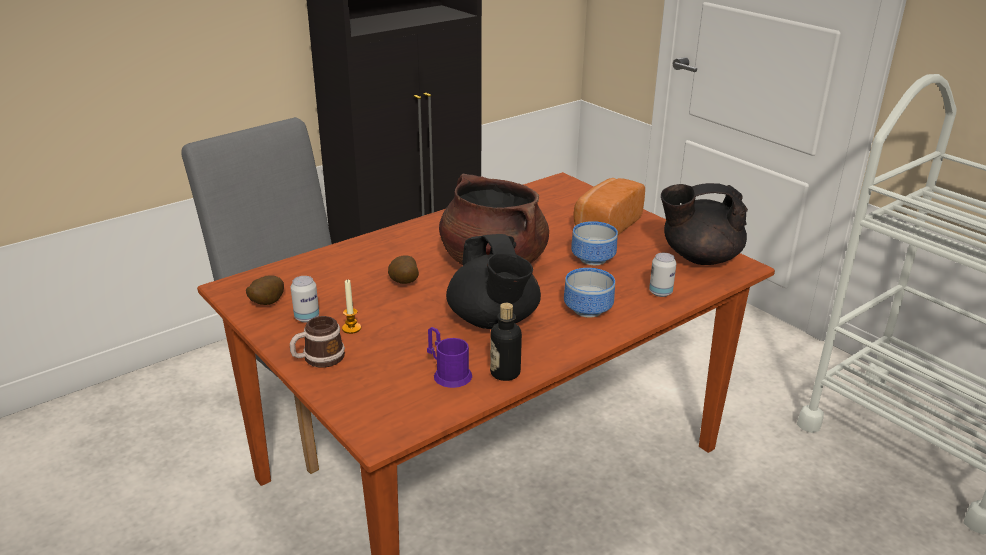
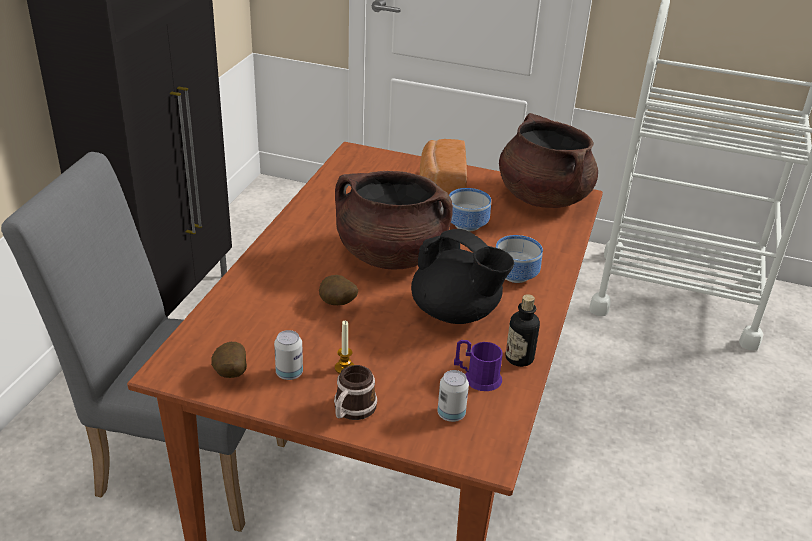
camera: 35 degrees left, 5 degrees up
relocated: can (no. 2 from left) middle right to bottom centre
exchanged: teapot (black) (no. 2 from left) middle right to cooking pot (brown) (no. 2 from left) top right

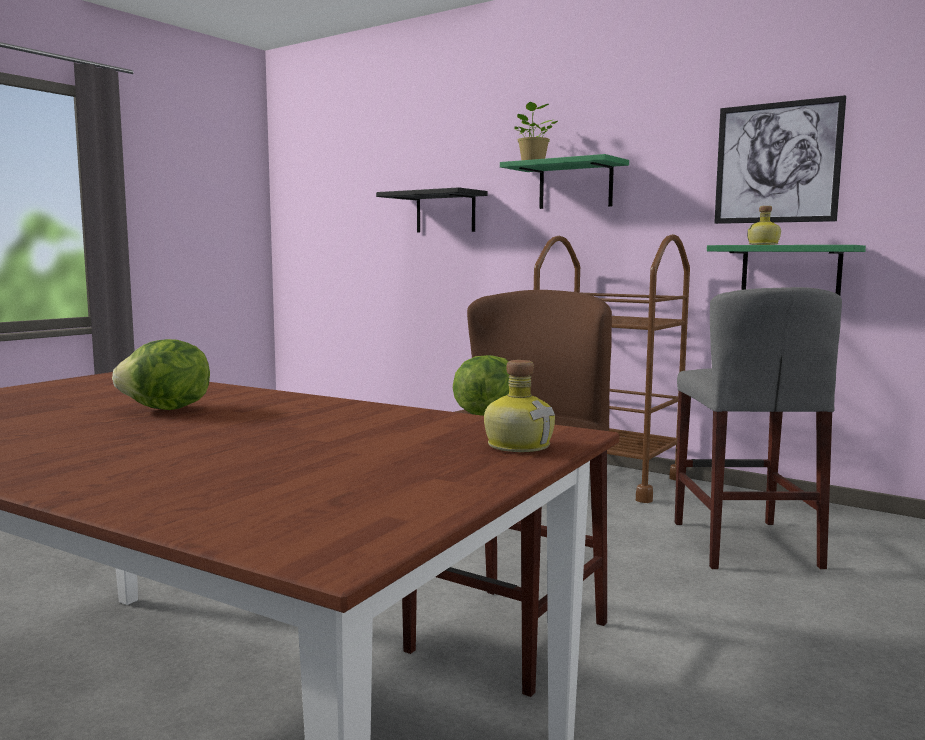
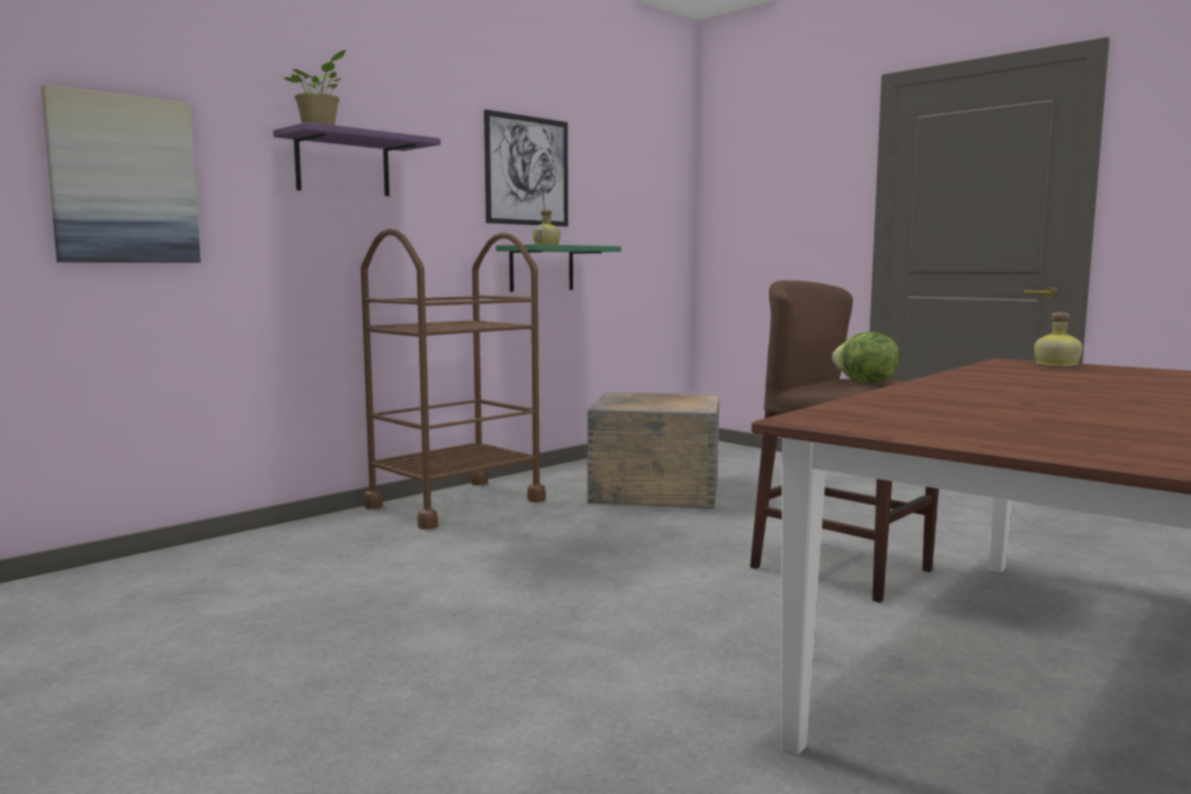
camera: 80 degrees left, 0 degrees up
missing: lettuce (no. 1 from left) middle left
exchanged: shelf (black) top centre to picture (no. 1 from left) top left; stool (grey) middle right to crate centre
colour: shelf (green) (no. 1 from left) top centre to shelf (purple) top left

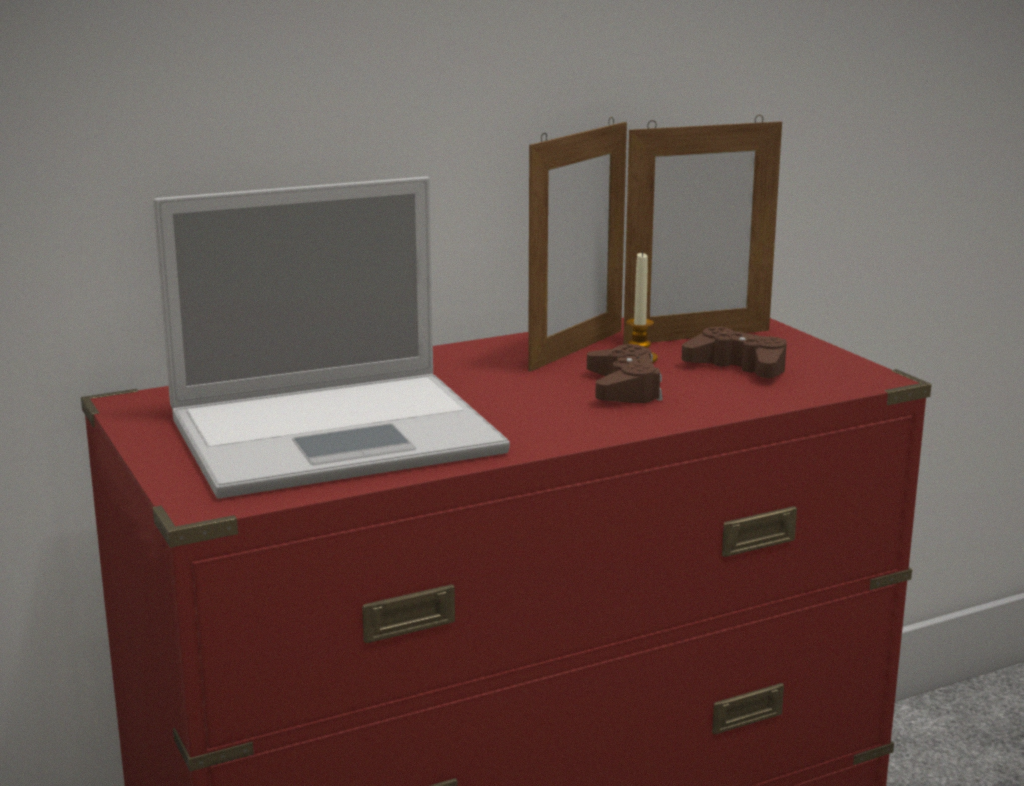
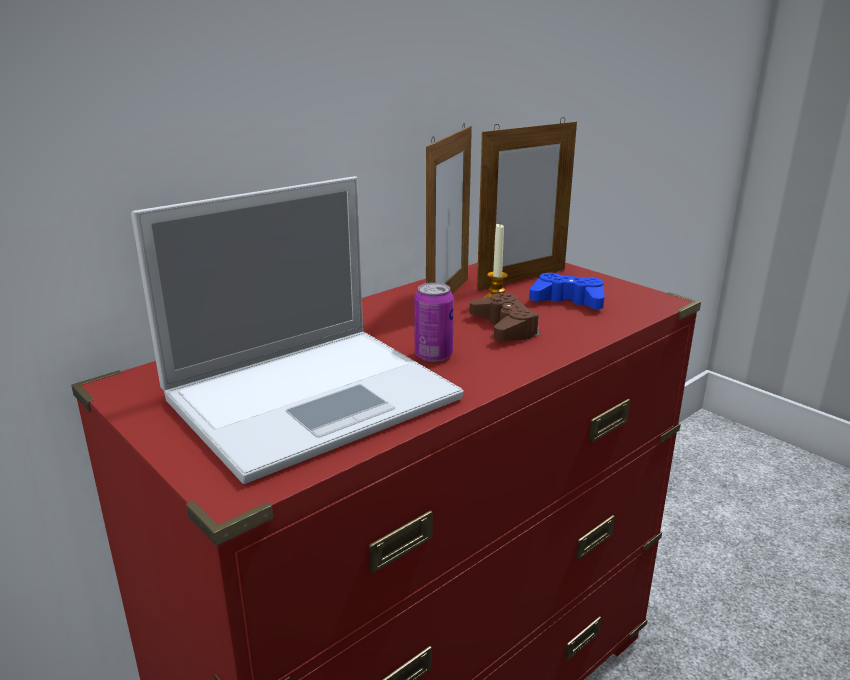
camera: 15 degrees left, 5 degrees up
appeared: can centre
colour: game controller (brown) (no. 2 from left) middle right to game controller (blue) centre

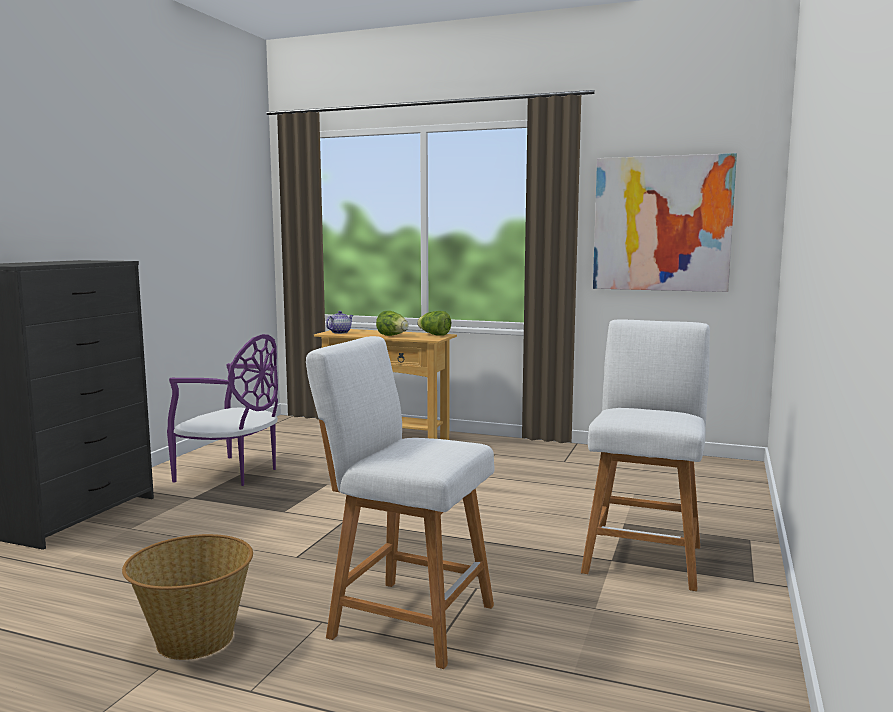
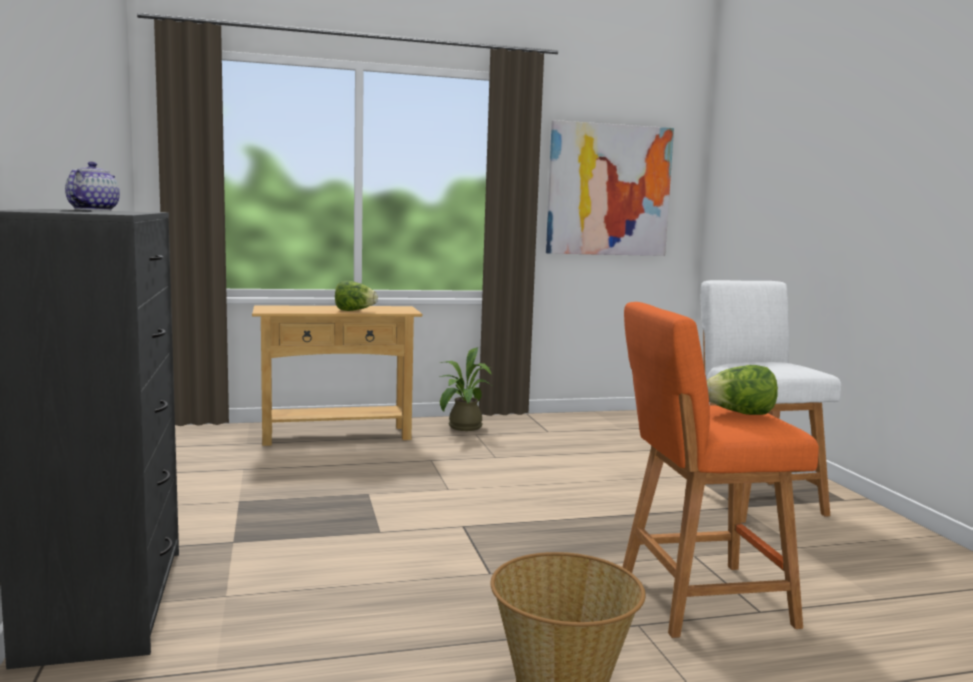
camera: 35 degrees left, 0 degrees up
missing: chair (purple) middle left
appeared: potted plant centre
relocated: teapot centre to top left; lettuce (no. 2 from left) centre to middle right
colour: stool (white) (no. 1 from left) bottom centre to stool (orange) bottom right

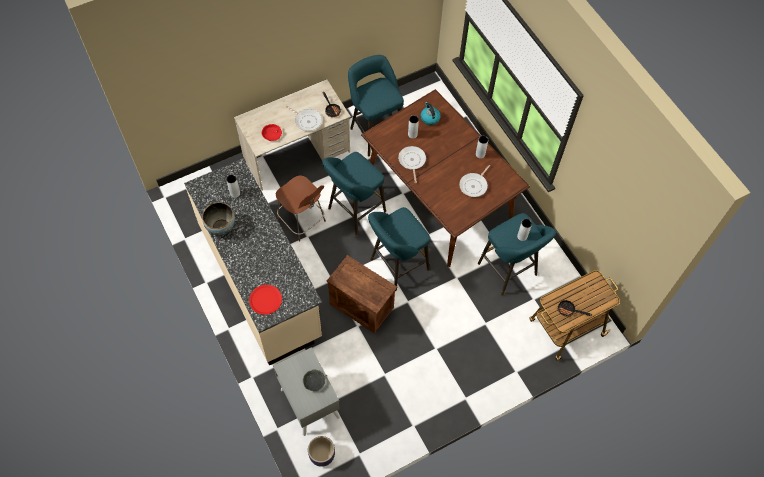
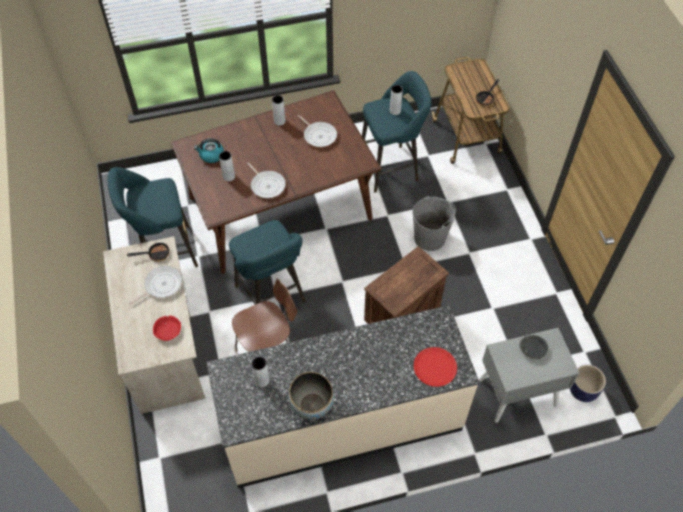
camera: 75 degrees left, 5 degrees down
missing: stool (turquoise) (no. 3 from left) centre
appeared: bucket (grey) centre
spun: frying pan (no. 3 from left) centre = centre 135 degrees counterclockwise

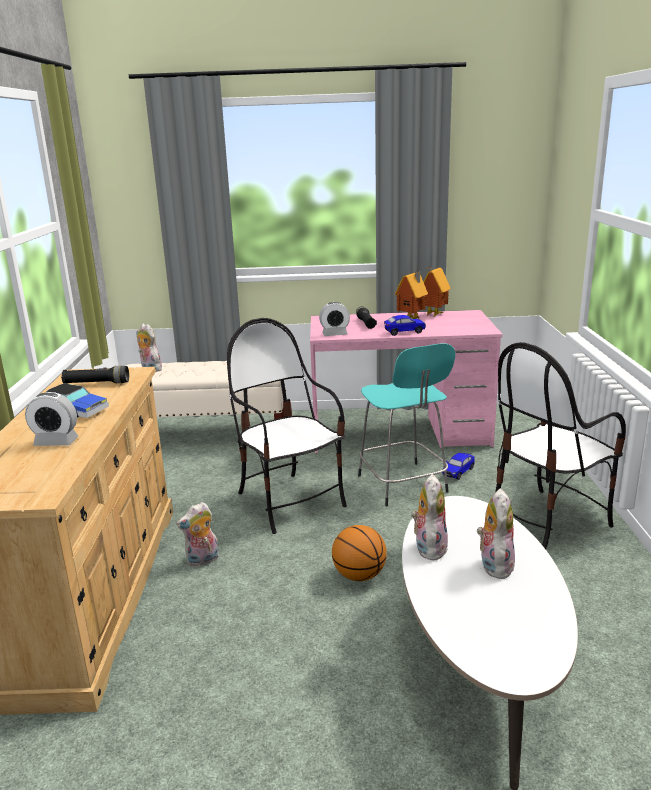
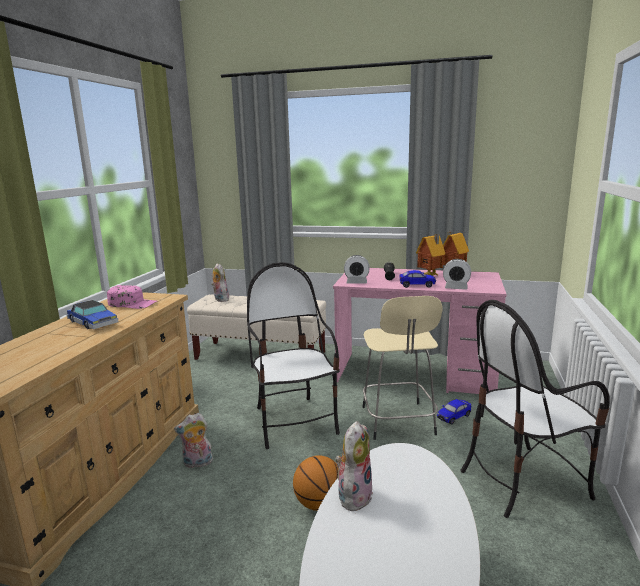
camera: 15 degrees right, 5 degrees down
missing: plush toy (no. 4 from left) bottom right
relocated: alarm clock (no. 1 from left in the first image) middle left to alarm clock (no. 2 from left) middle right
exchanged: flashlight (black) (no. 1 from left) middle left to cap (pink) middle left
colour: stool (turquoise) centre to stool (beige) centre

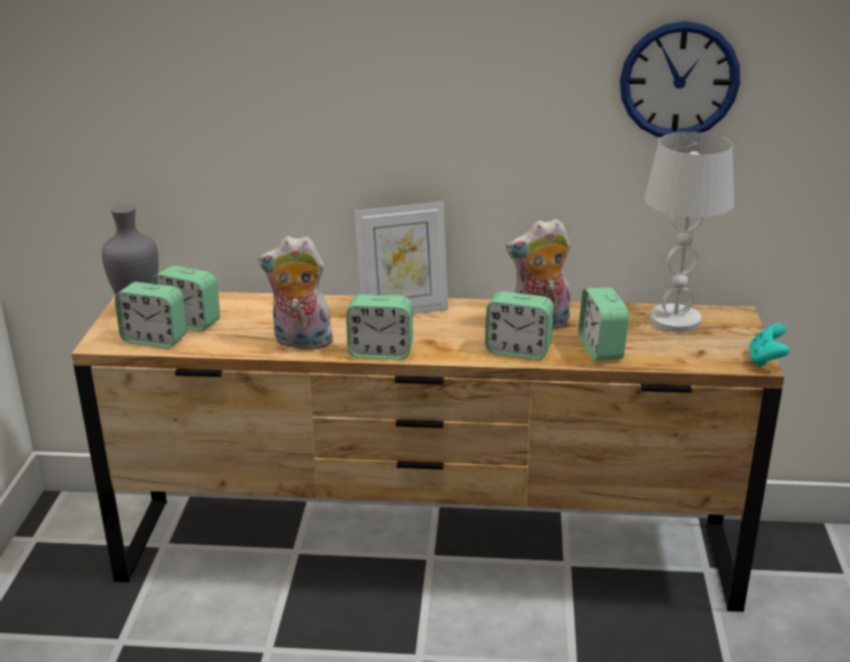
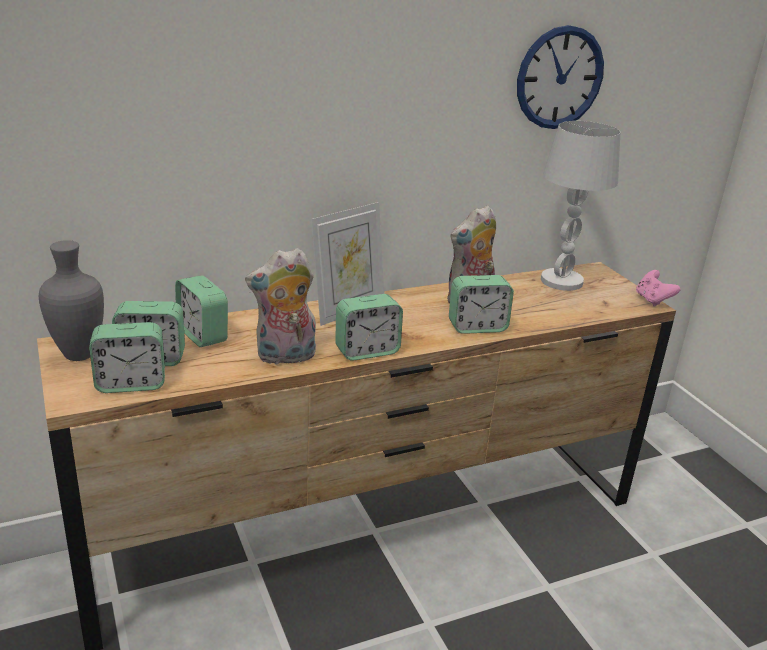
camera: 30 degrees left, 0 degrees up
relocated: alarm clock (no. 5 from left in the first image) middle right to alarm clock (no. 3 from left) middle left
colour: game controller (turquoise) middle right to game controller (pink) middle right

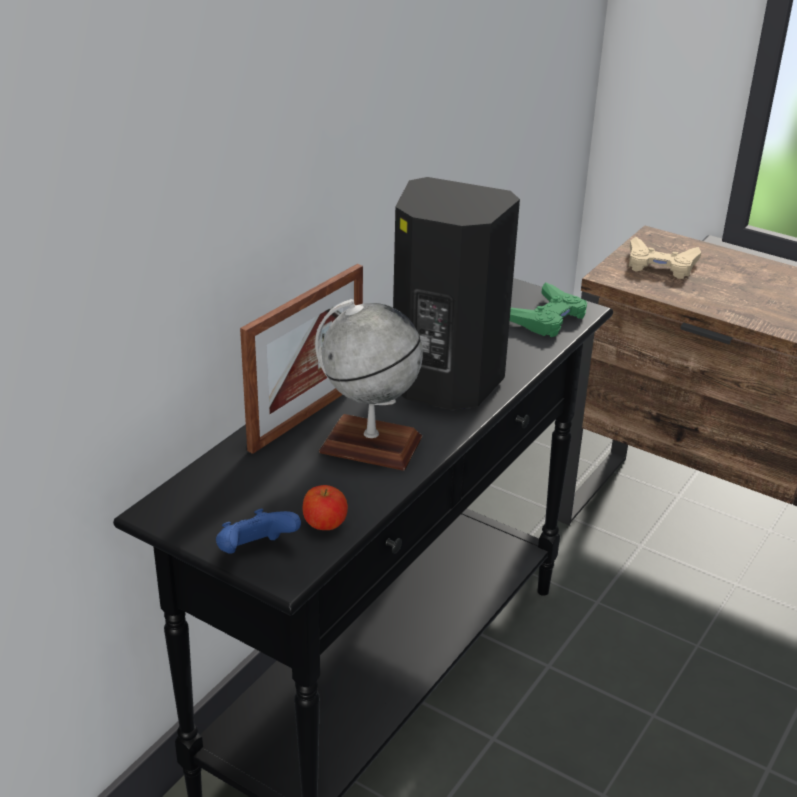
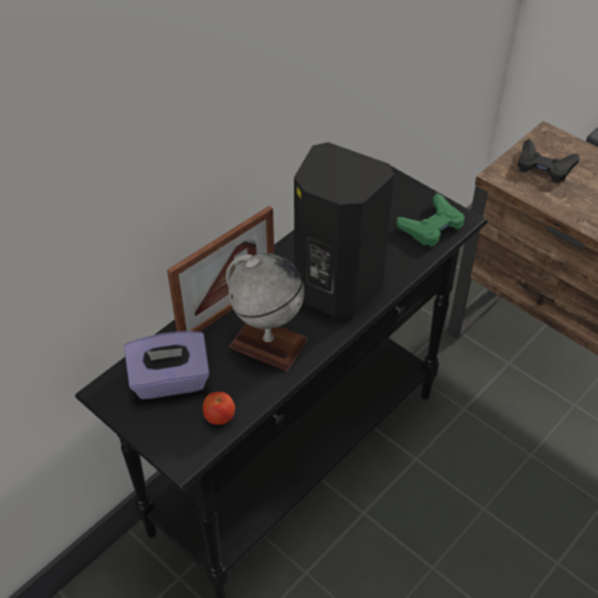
camera: 10 degrees right, 15 degrees up
missing: game controller (blue) middle left
appeared: tissue box (purple) middle left
colour: game controller (beige) top right to game controller (black) top right

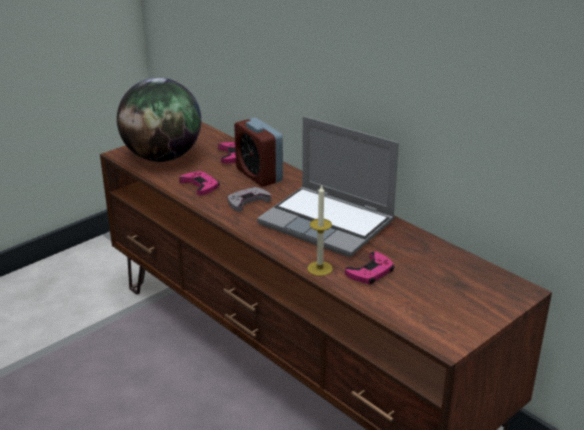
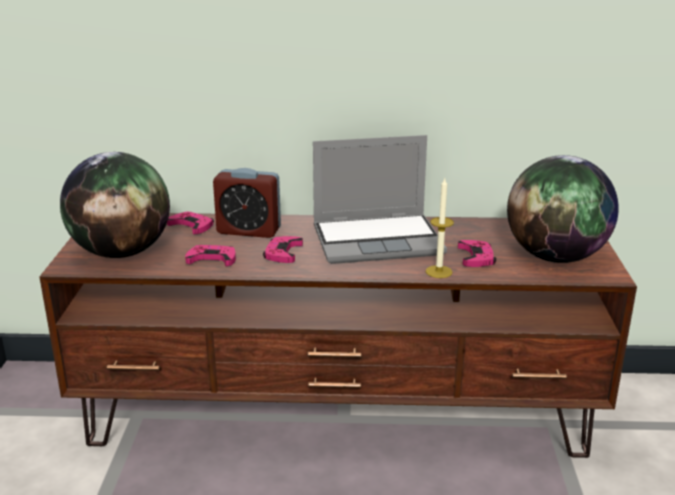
camera: 45 degrees left, 5 degrees down
appeared: globe (no. 2 from left) middle right
colour: game controller (grey) centre to game controller (pink) (no. 3 from left) centre

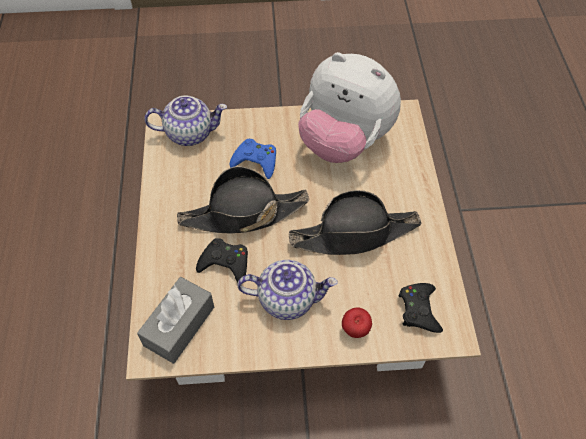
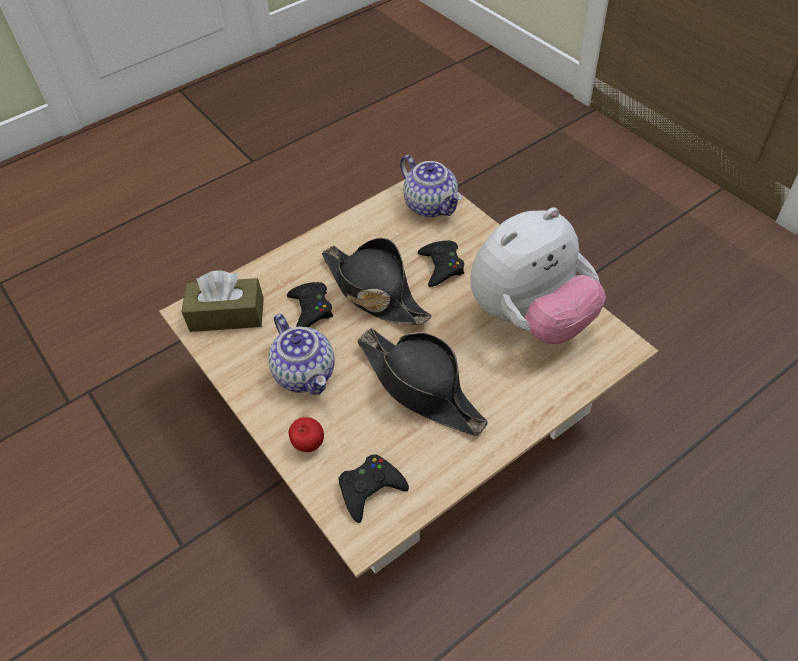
camera: 60 degrees right, 5 degrees down
colour: tissue box (grey) bottom left to tissue box (brown) middle left; game controller (blue) centre to game controller (black) (no. 3 from left) centre
spun: plush toy top centre = middle right 120 degrees counterclockwise

